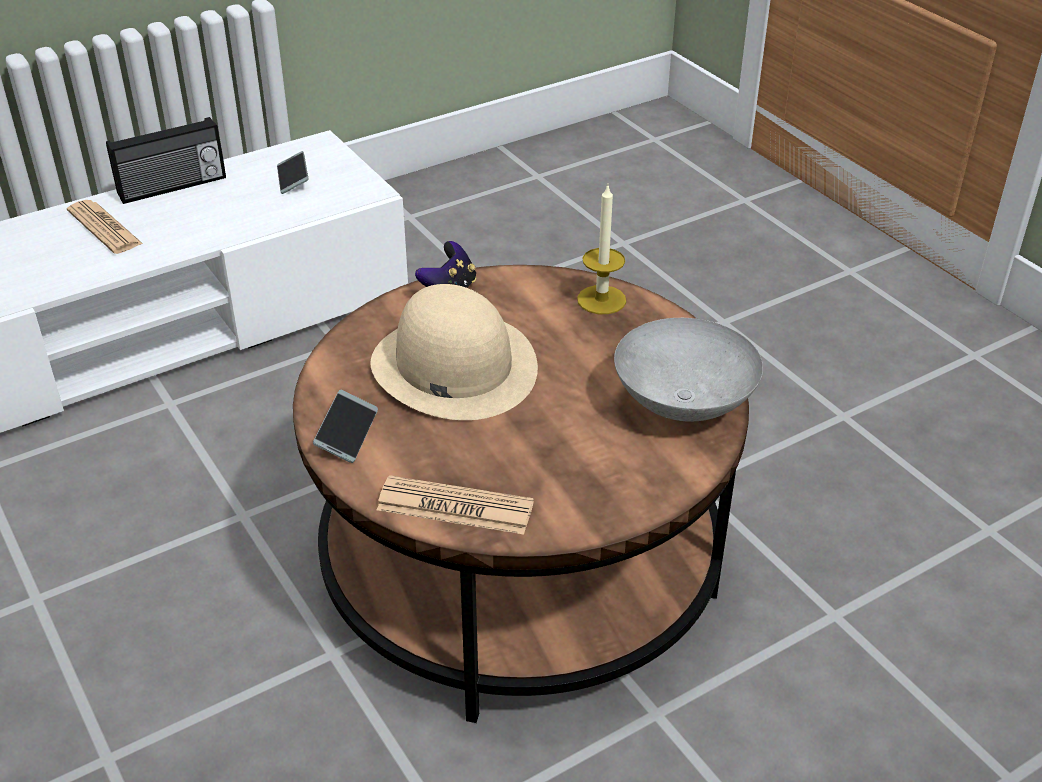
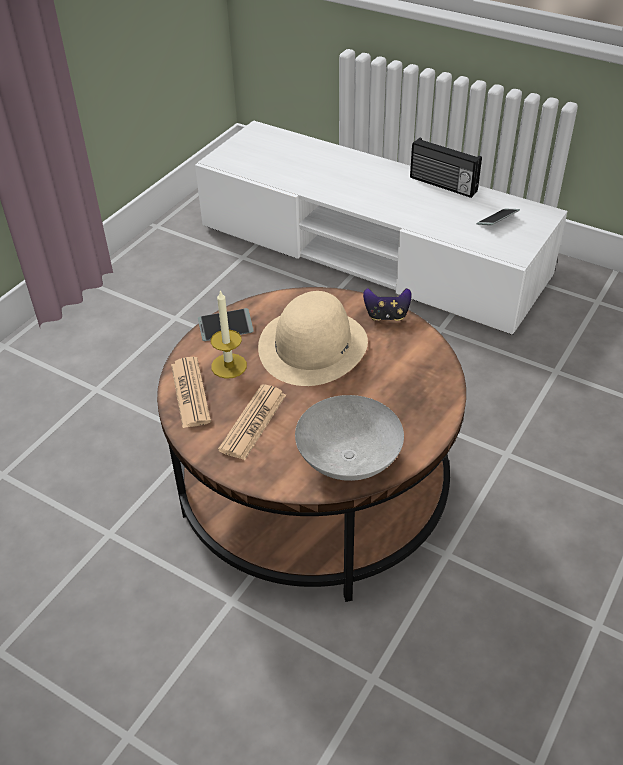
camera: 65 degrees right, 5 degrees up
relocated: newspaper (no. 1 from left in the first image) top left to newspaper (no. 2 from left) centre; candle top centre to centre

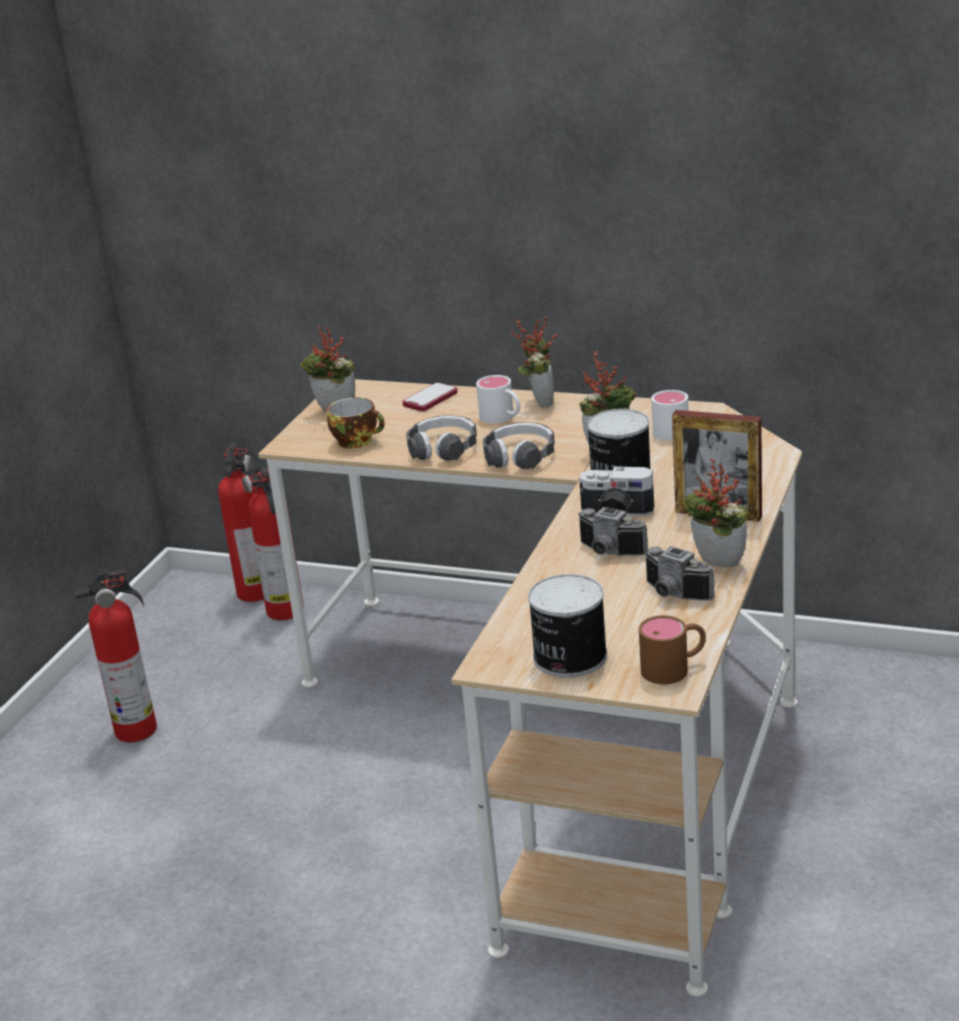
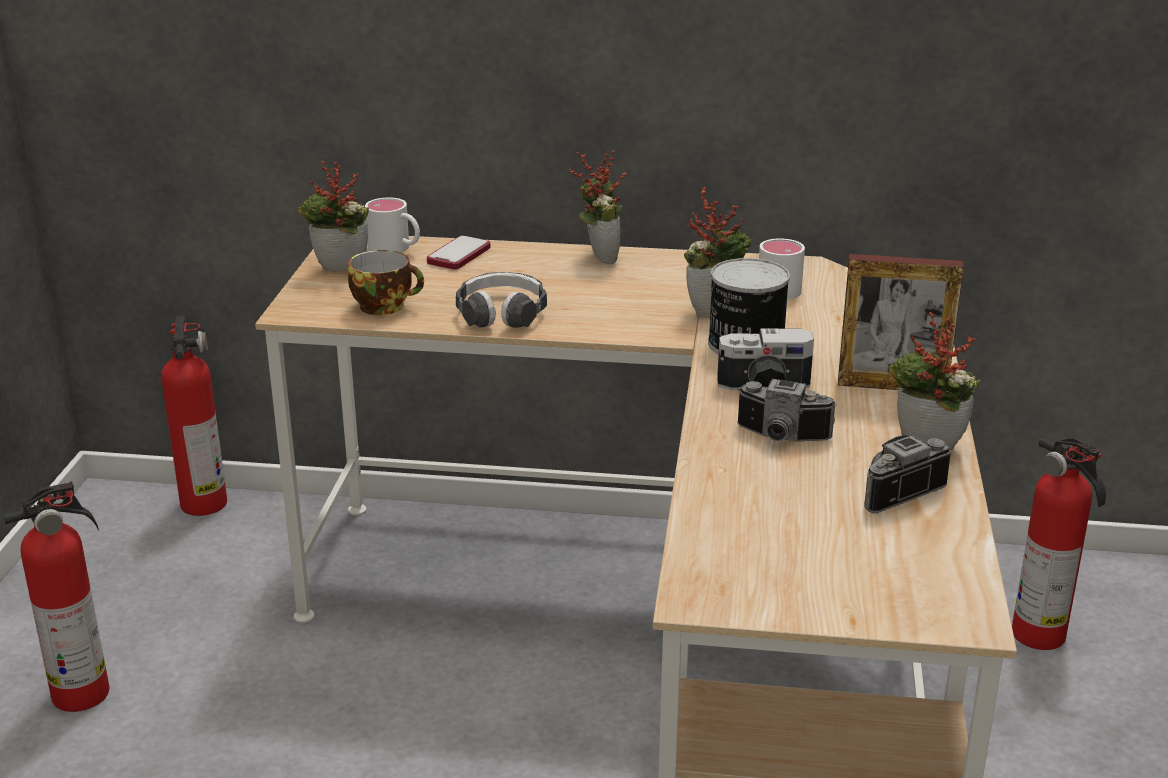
camera: 15 degrees left, 0 degrees up
missing: headphones (no. 2 from left) centre; can (no. 1 from left) centre; mug (brown) middle right
relocated: fire extinguisher (no. 3 from left) middle left to bottom right; mug (white) (no. 1 from left) centre to top centre
spun: photo camera (no. 3 from left) middle right = middle right 120 degrees clockwise

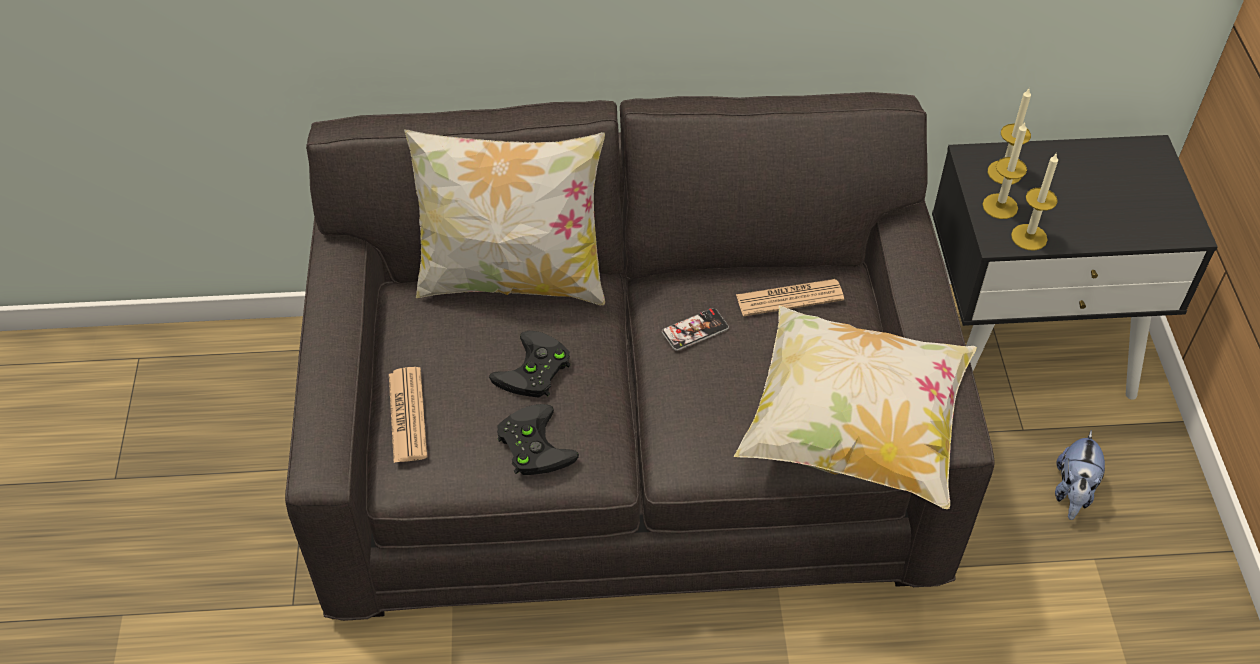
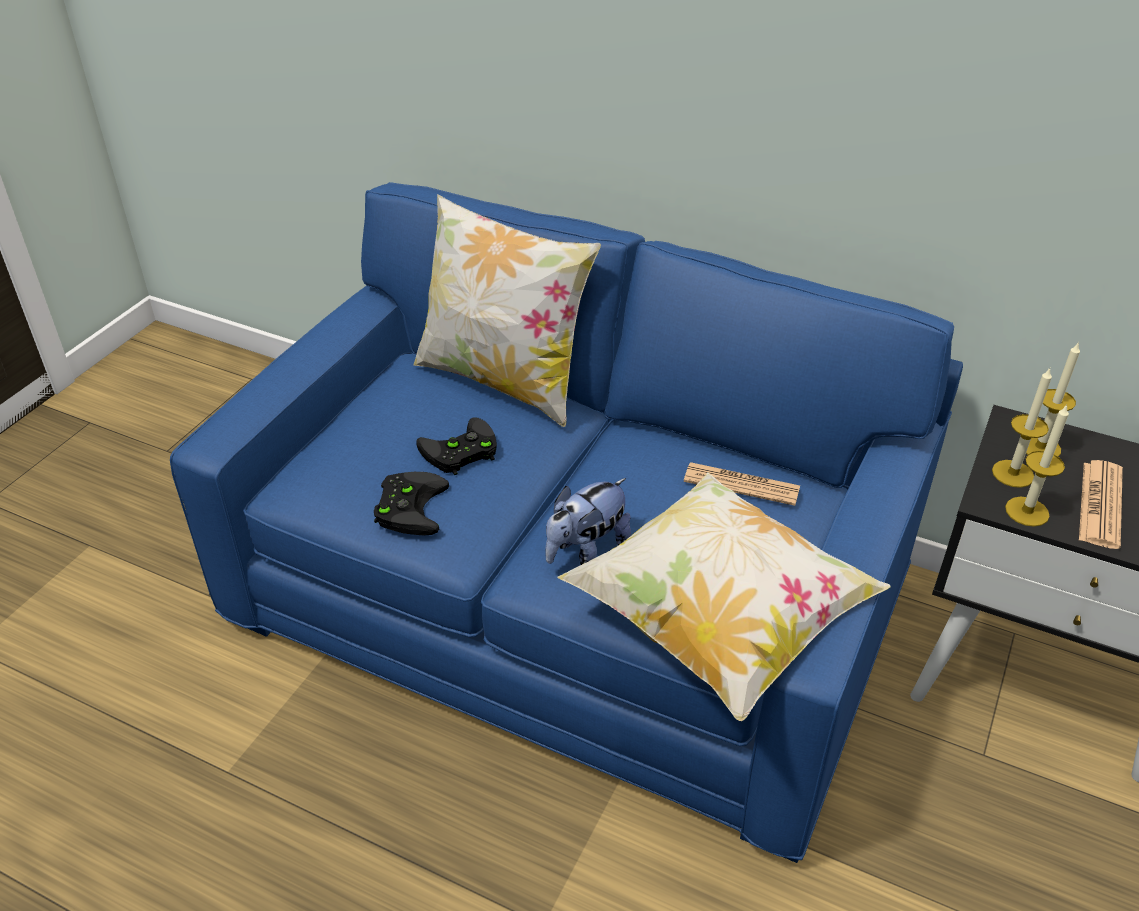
camera: 30 degrees right, 10 degrees down
missing: phone centre
relocated: newspaper (no. 1 from left in the first image) middle left to newspaper (no. 2 from left) middle right; plush toy bottom right to centre
colour: sofa (grey) centre to sofa (blue) centre

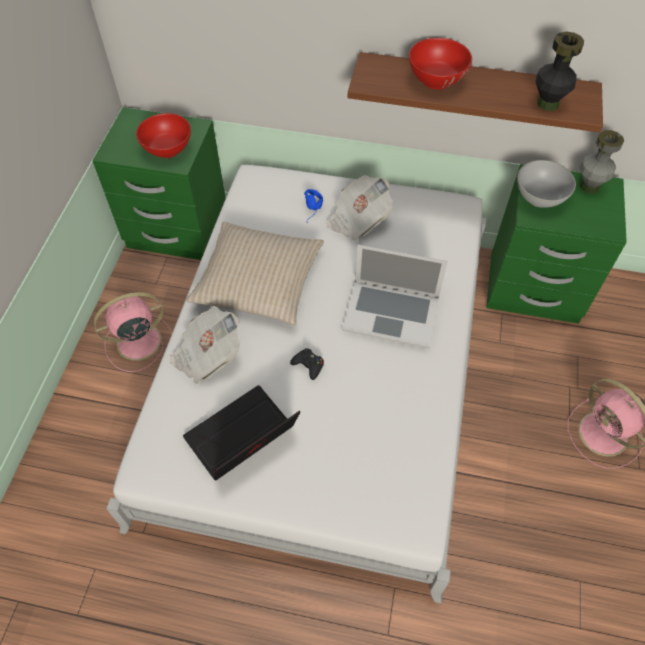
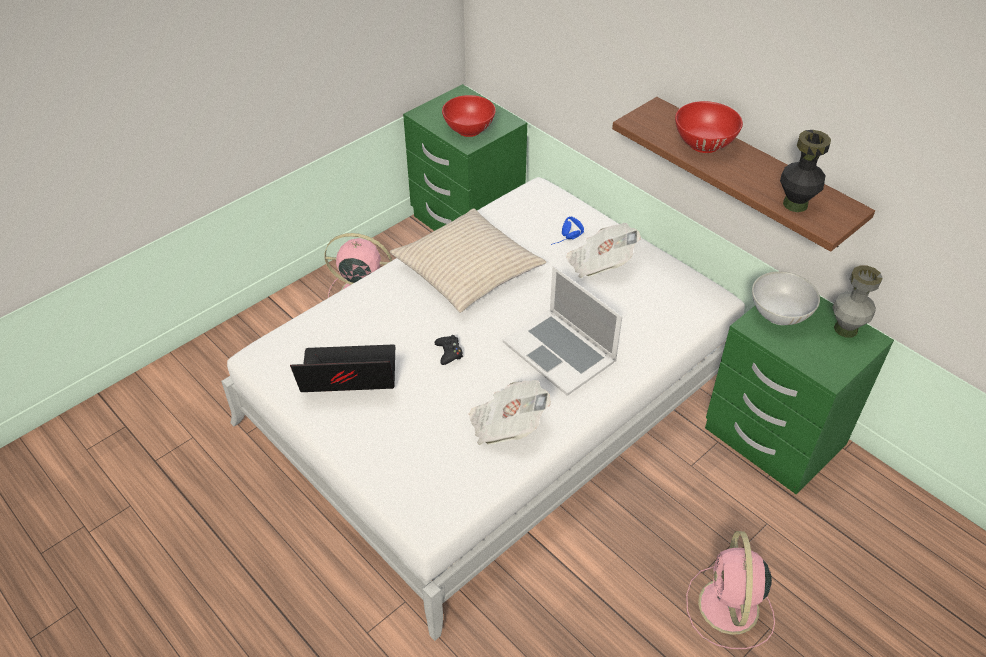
camera: 35 degrees right, 10 degrees down
relocated: newspaper (no. 1 from left) middle left to centre

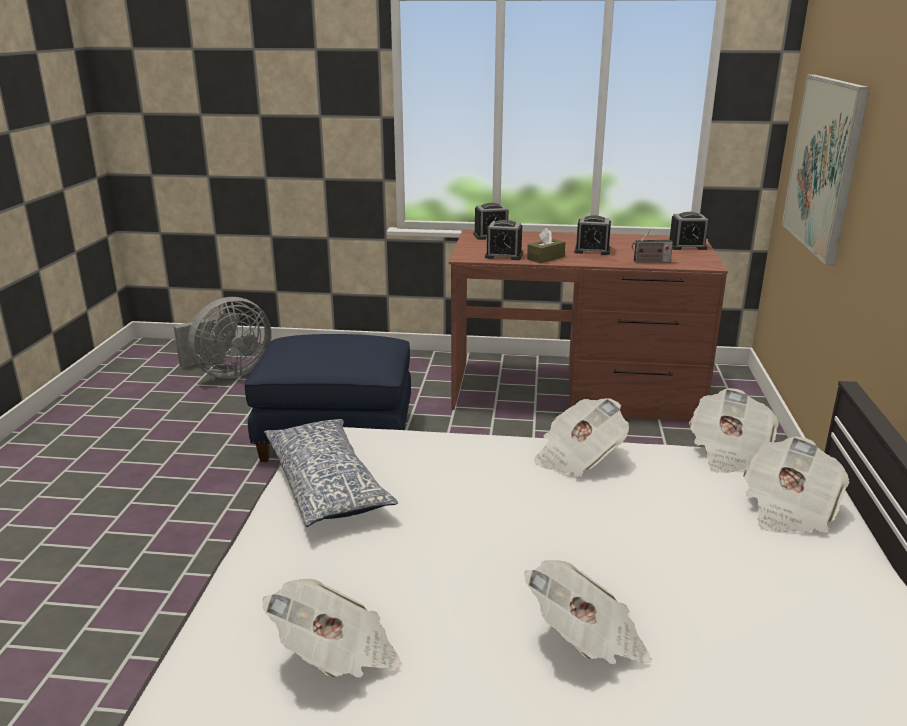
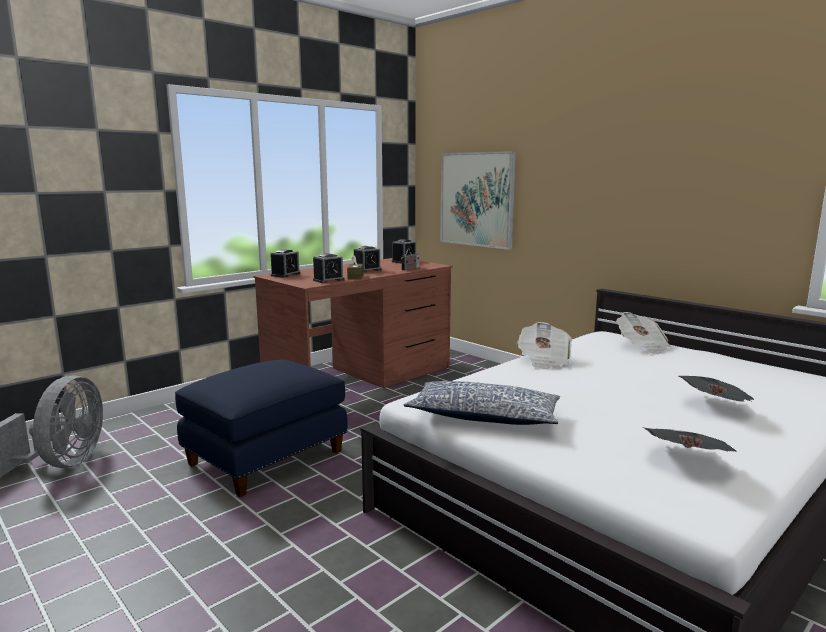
camera: 50 degrees left, 10 degrees down
missing: newspaper (no. 4 from left) middle right

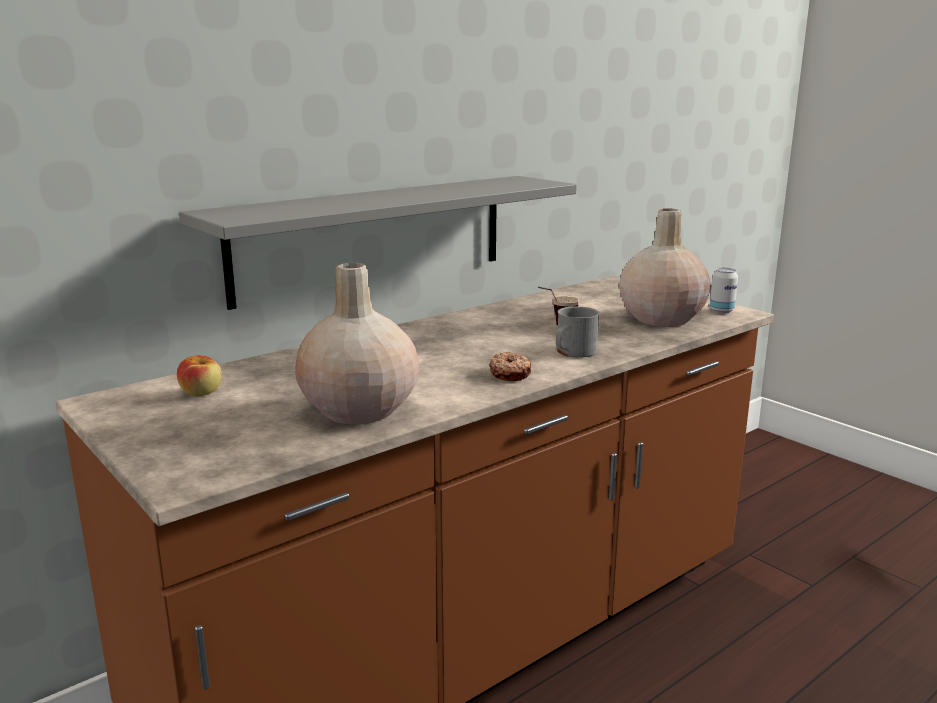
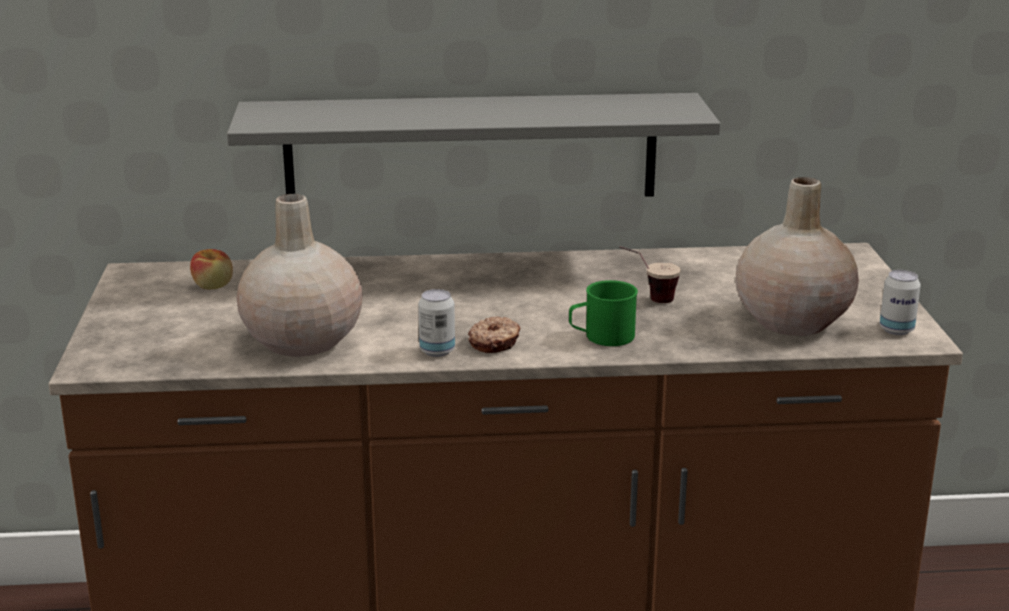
camera: 35 degrees right, 5 degrees up
appeared: can (no. 1 from left) centre
colour: mug (grey) centre to mug (green) centre

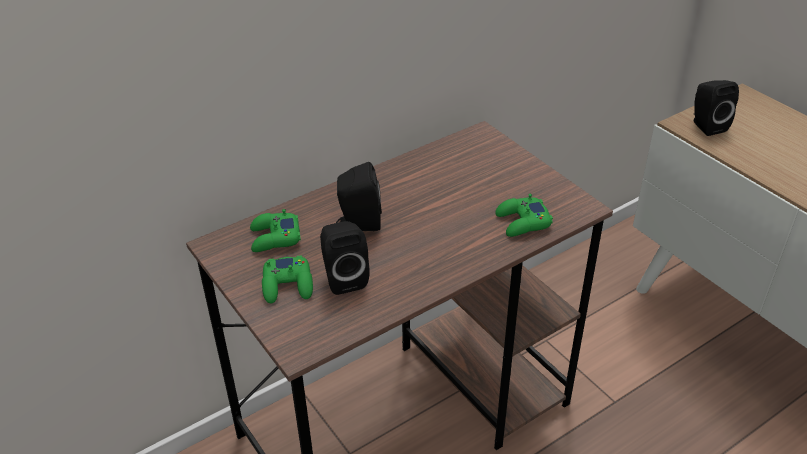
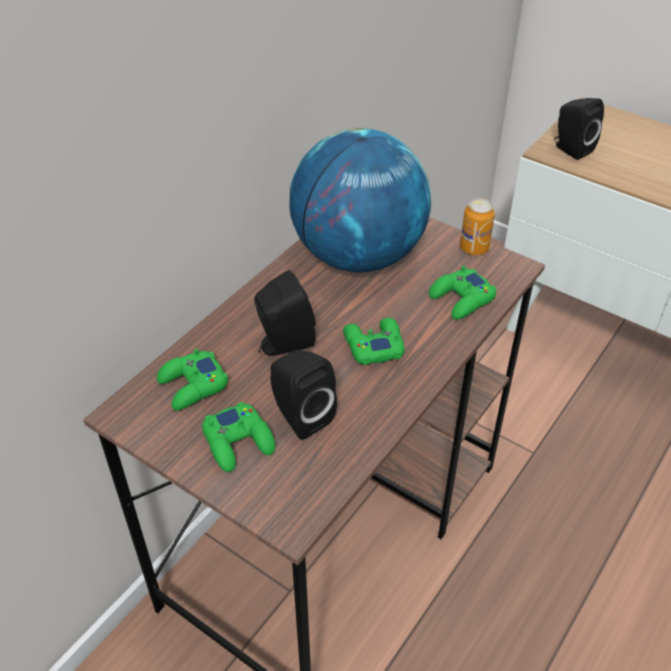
camera: 20 degrees left, 5 degrees up
appeared: globe top centre; game controller (green) (no. 3 from left) centre; can middle right

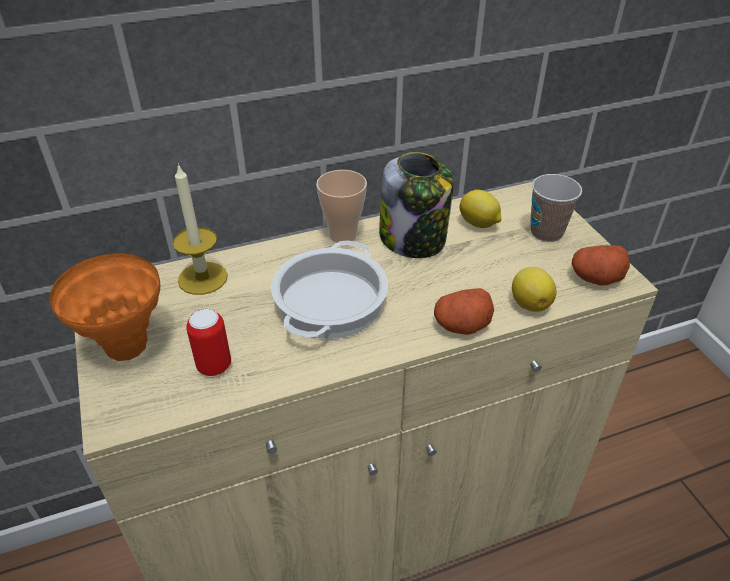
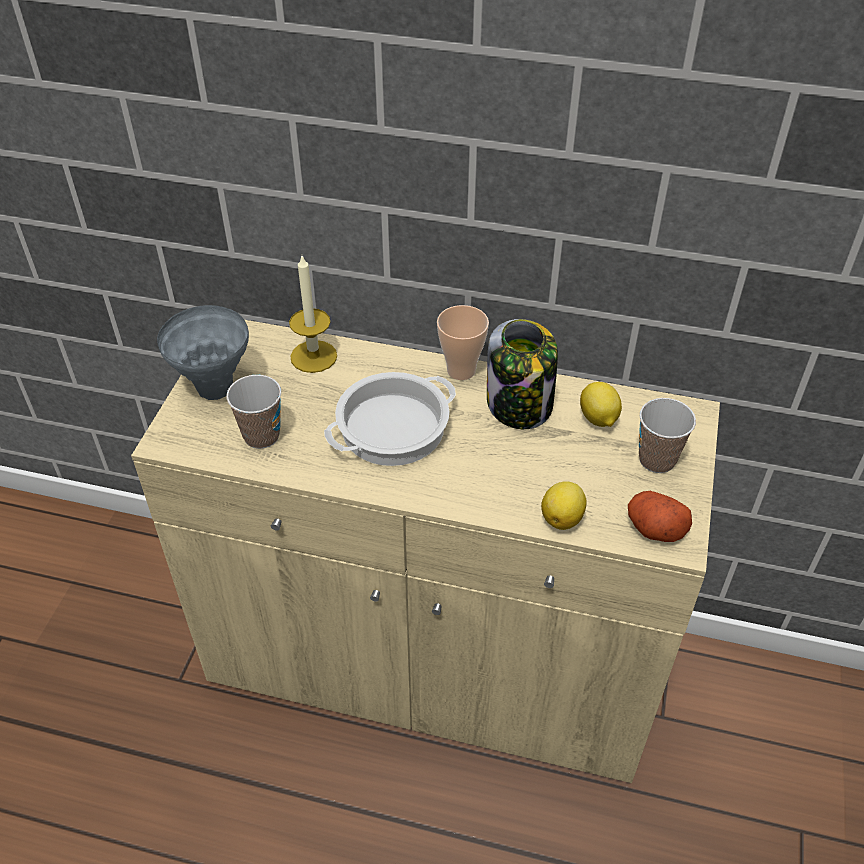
camera: 35 degrees right, 5 degrees up
missing: potato (no. 1 from left) centre
exchanged: can middle left to cup (no. 1 from left) middle left
colour: vase (orange) middle left to vase (grey) middle left

